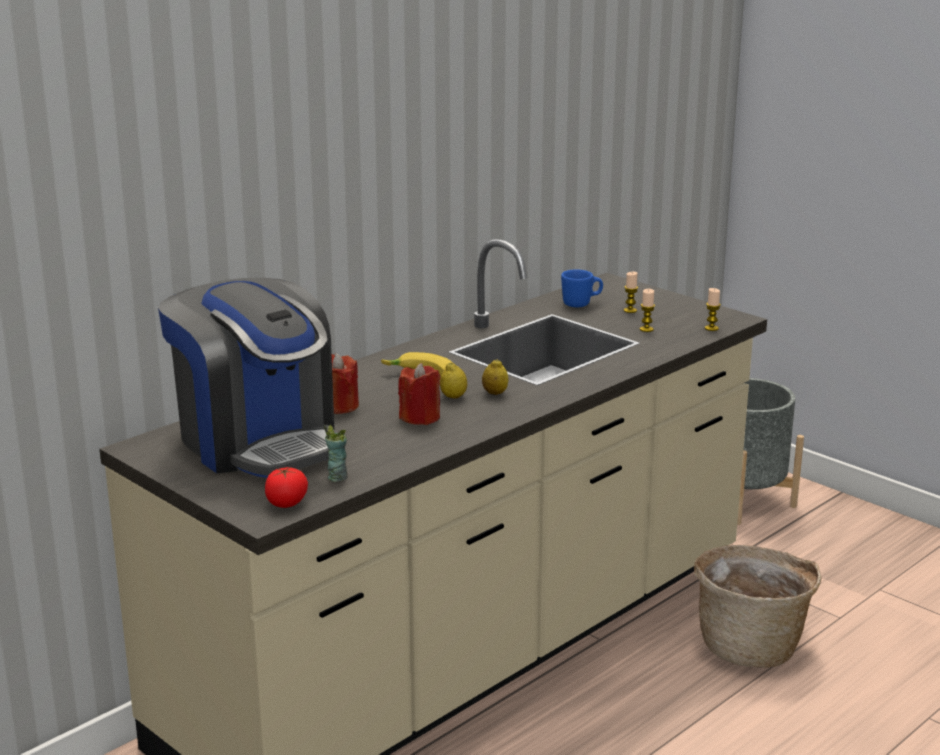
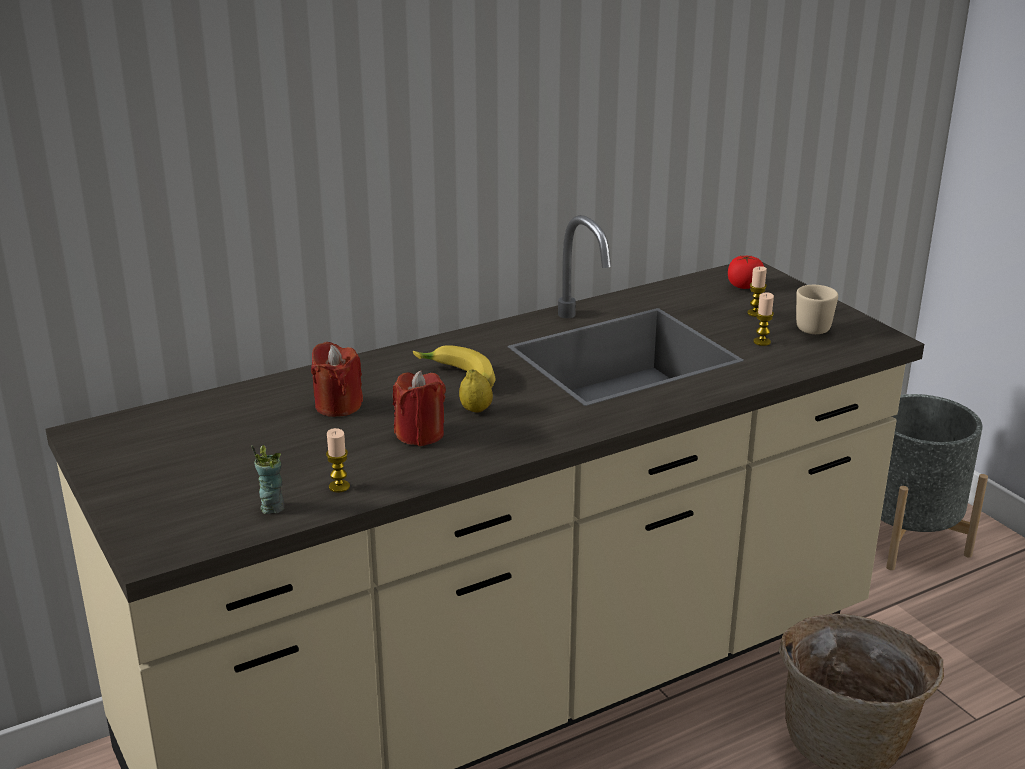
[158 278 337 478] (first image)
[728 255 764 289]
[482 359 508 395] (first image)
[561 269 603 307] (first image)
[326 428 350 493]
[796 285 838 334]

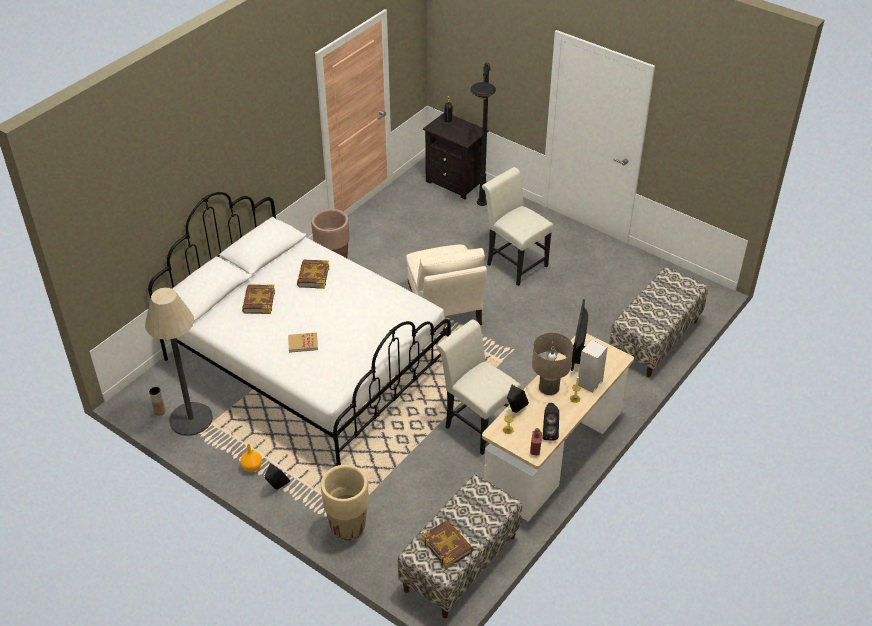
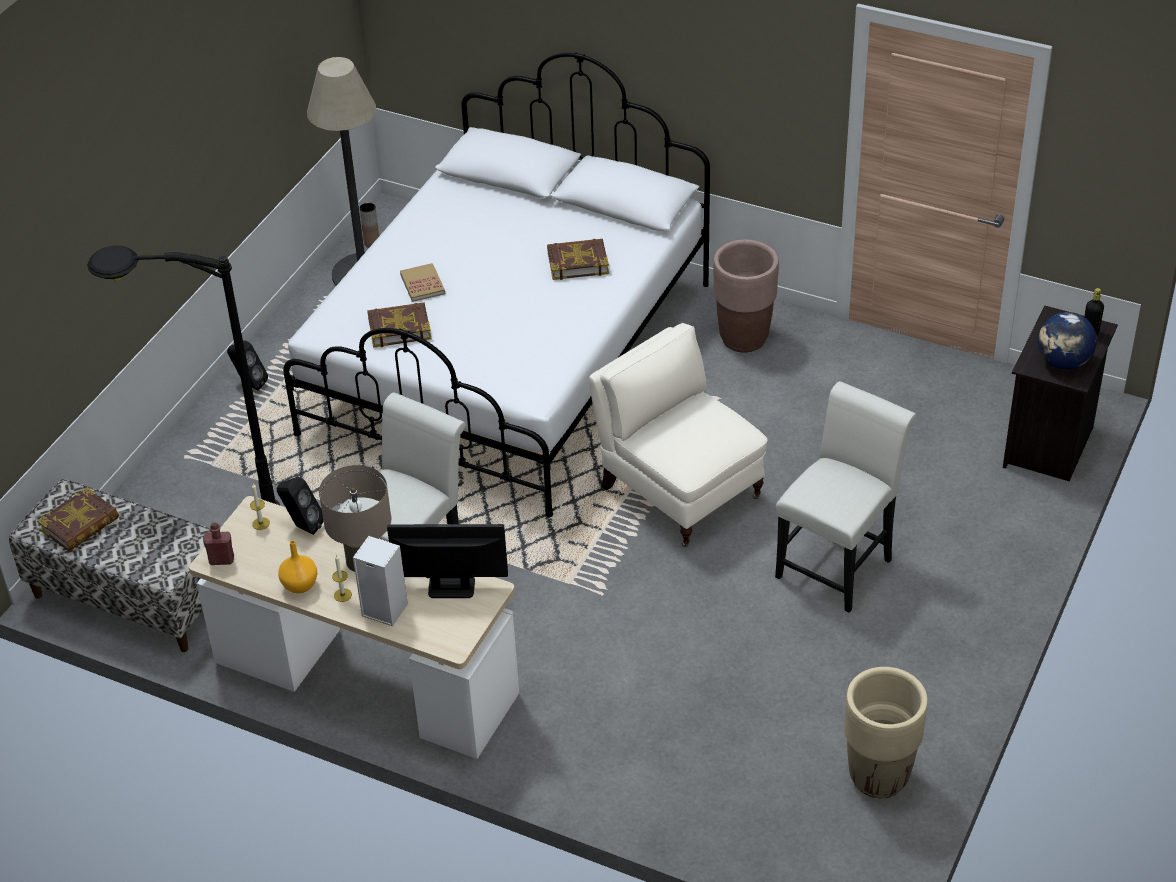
[278 540 317 594]
[367 302 432 348]
[844 667 928 798]
[589 323 768 547]
[87 246 281 506]
[543 403 559 441] (first image)
[609 267 708 377] (first image)
[1038 312 1097 370]

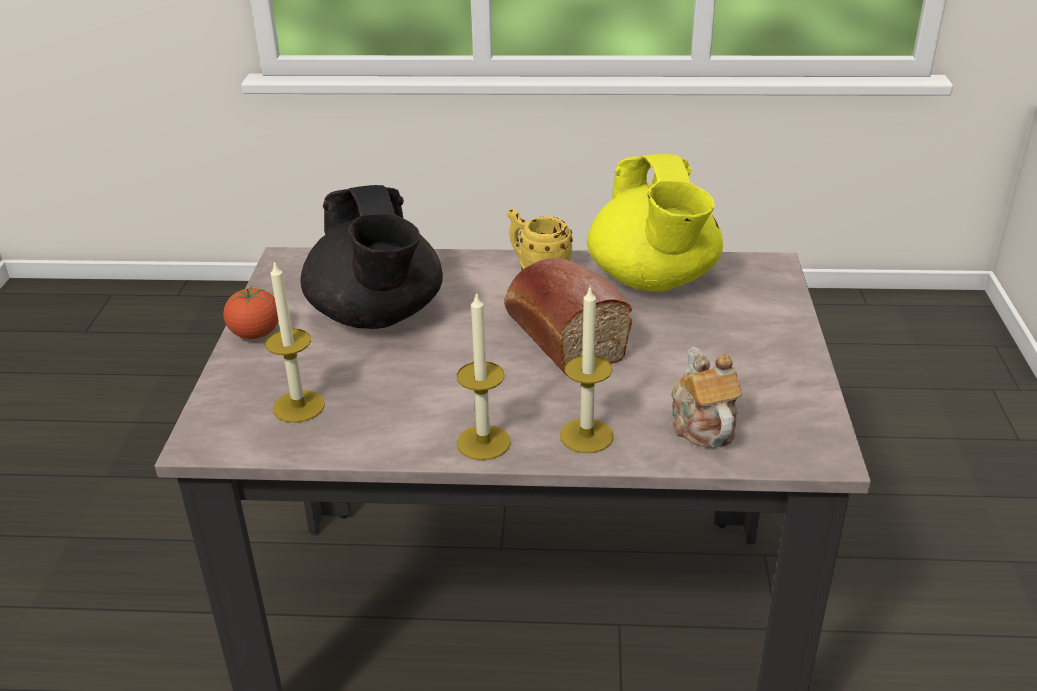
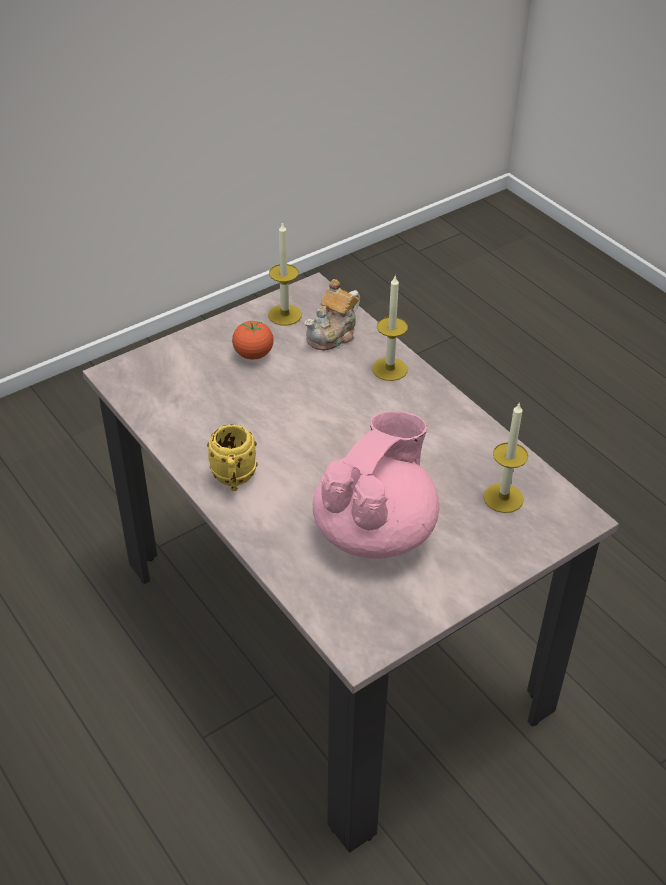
[232 320 273 360]
[313 411 439 559]
[268 222 302 325]
[504 258 632 375] (first image)
[587 154 723 292] (first image)

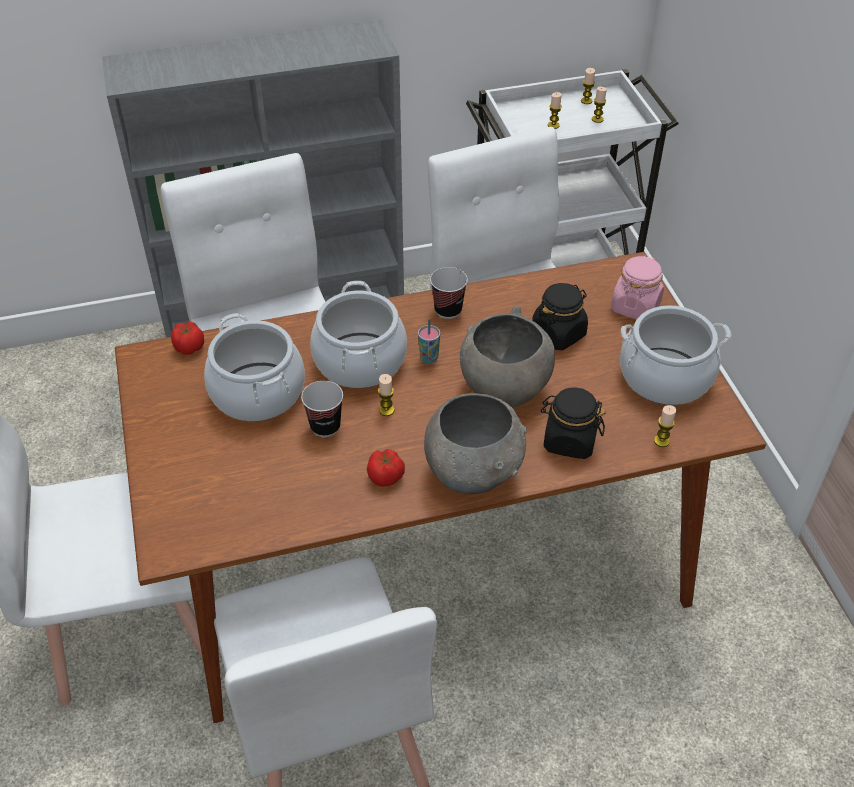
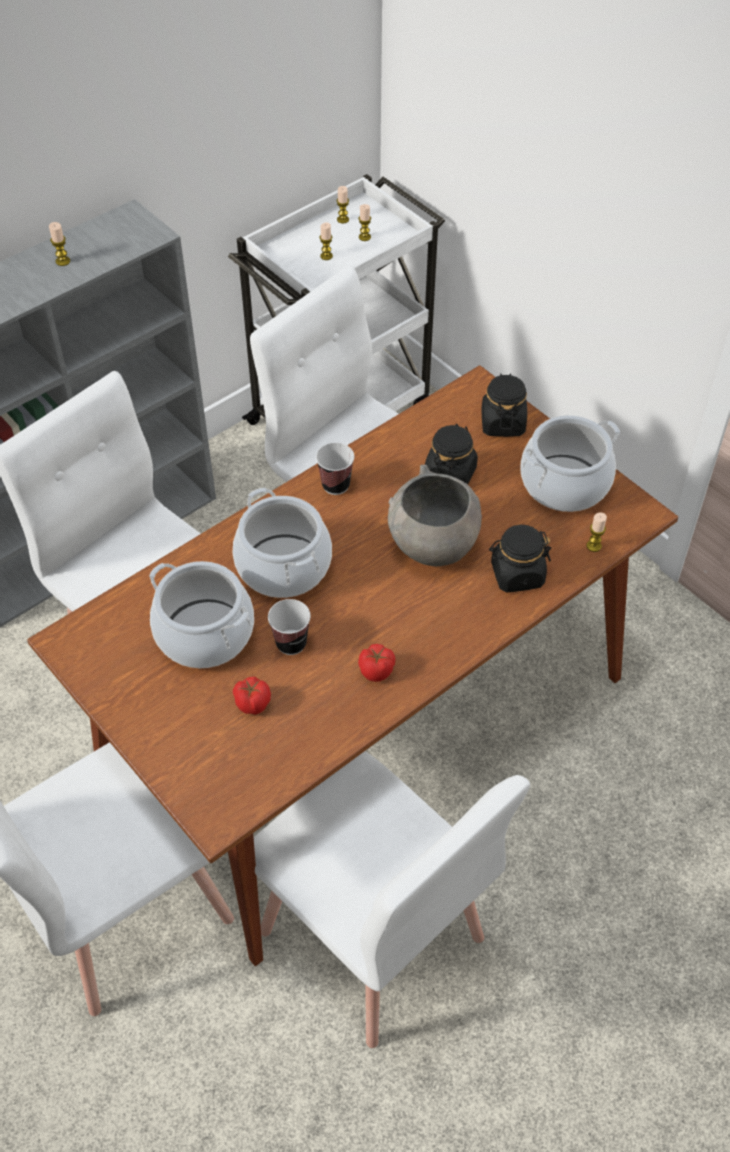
[233 677 271 715]
[49 222 70 266]
[418 319 440 364] (first image)
[424 393 527 494] (first image)
[481 373 527 437]

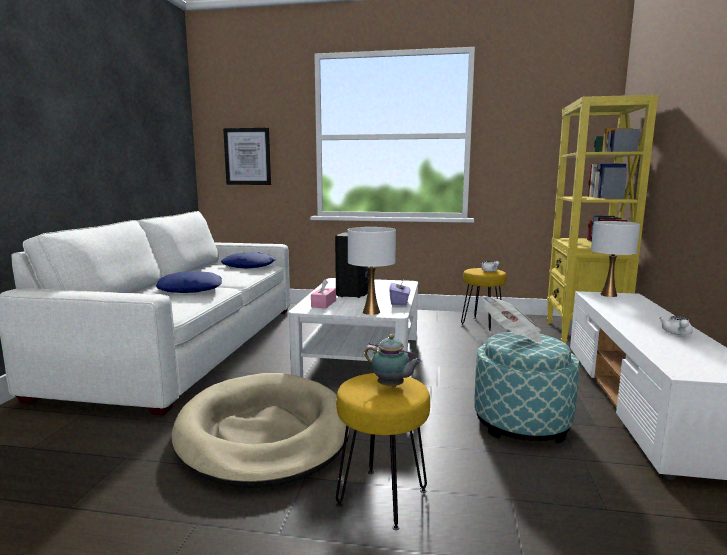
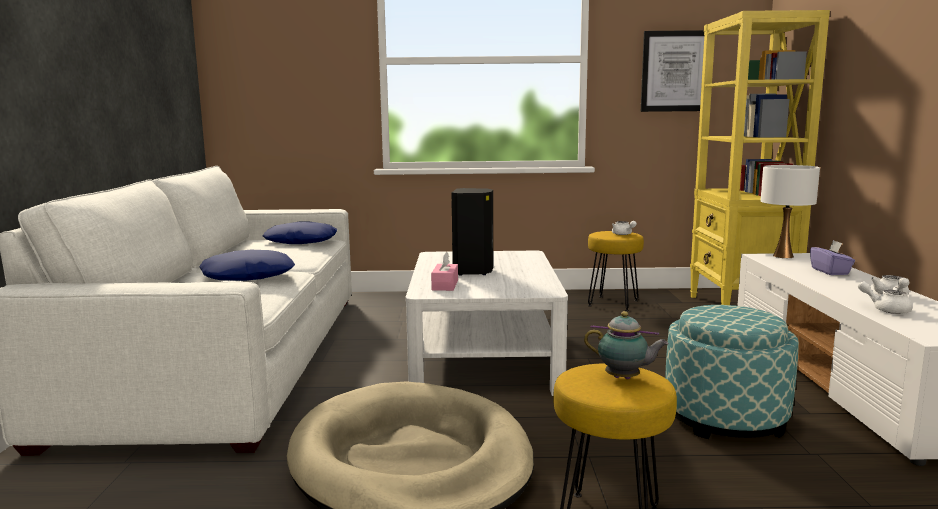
[641 30 704 112]
[348 227 396 315] (first image)
[810 240 855 275]
[482 296 542 344] (first image)
[858 281 912 314]

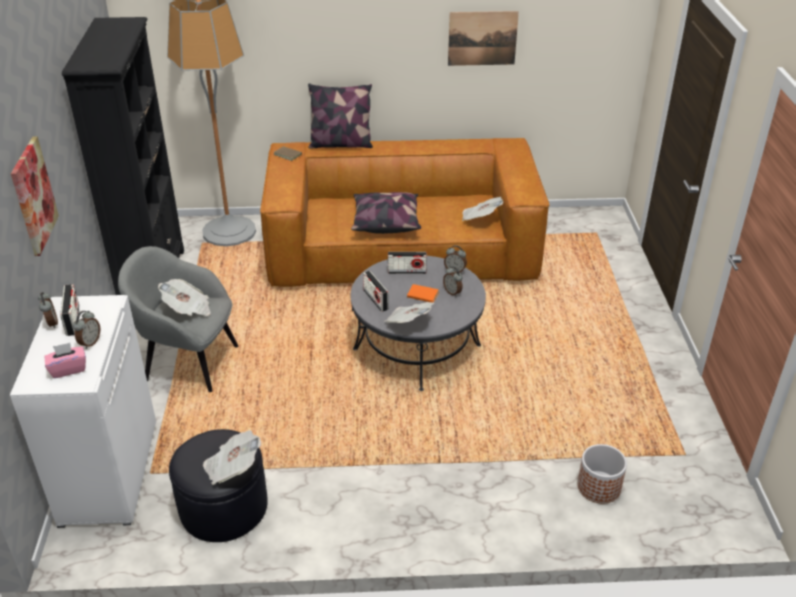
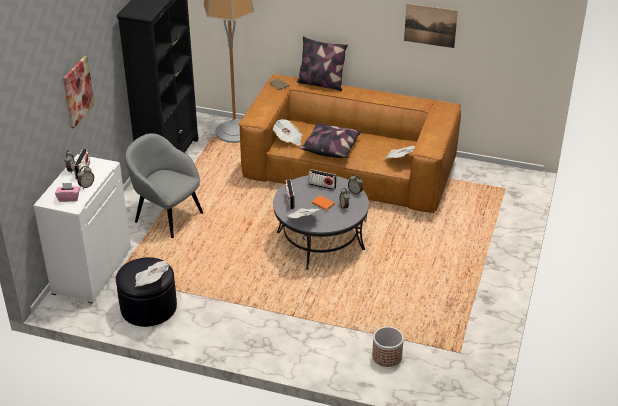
[273 119 302 146]

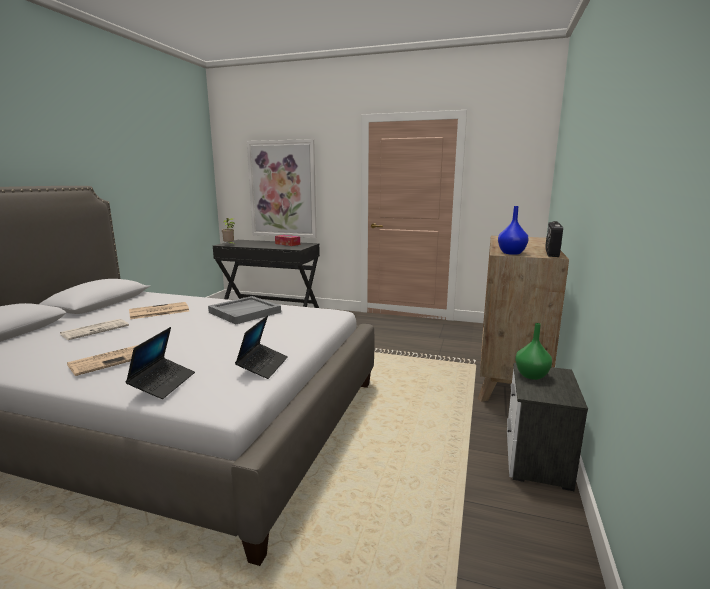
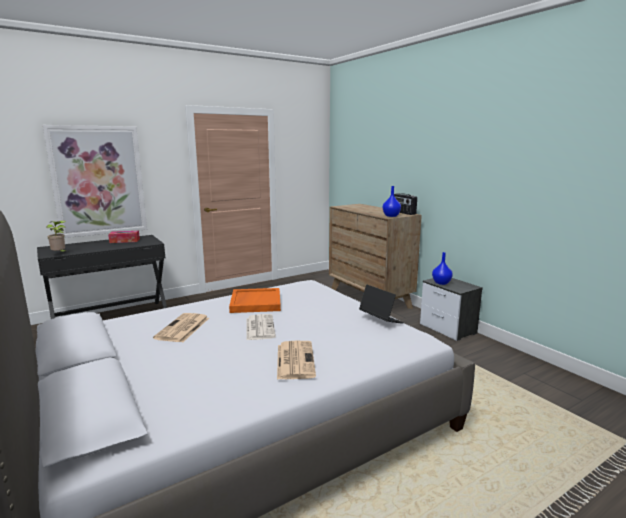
[246 314 276 340]
[125 327 195 399] (first image)
[229 288 281 313]
[432 252 453 285]

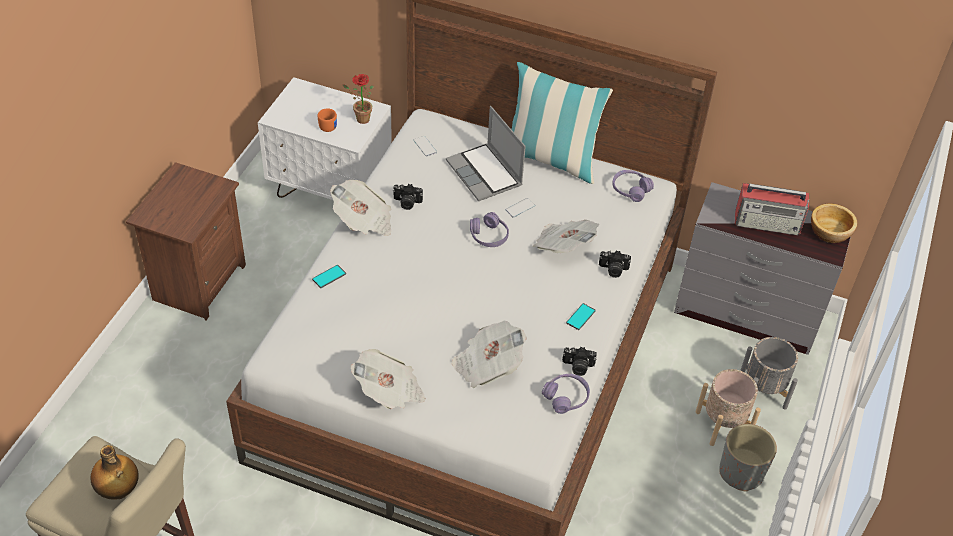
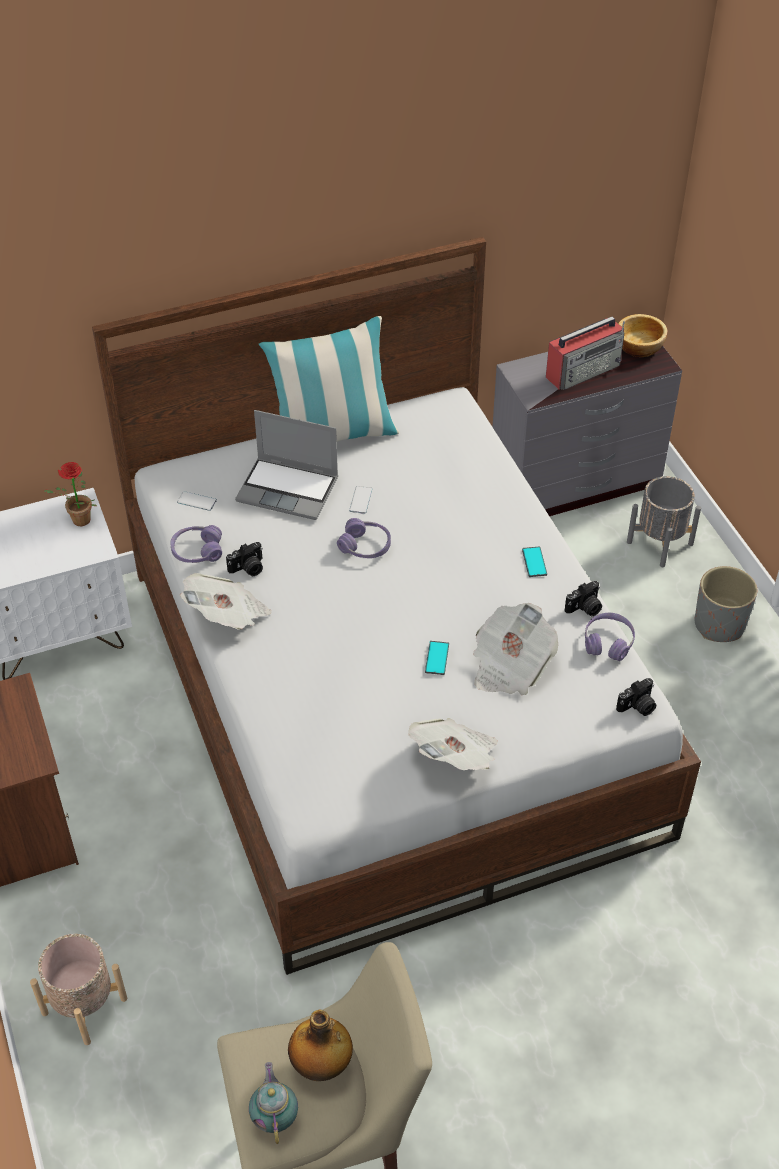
[425 641 449 675]
[318 108 337 132] (first image)
[533 220 599 253] (first image)
[616 678 656 716]
[171 525 222 563]
[30 934 127 1045]
[249 1062 298 1144]

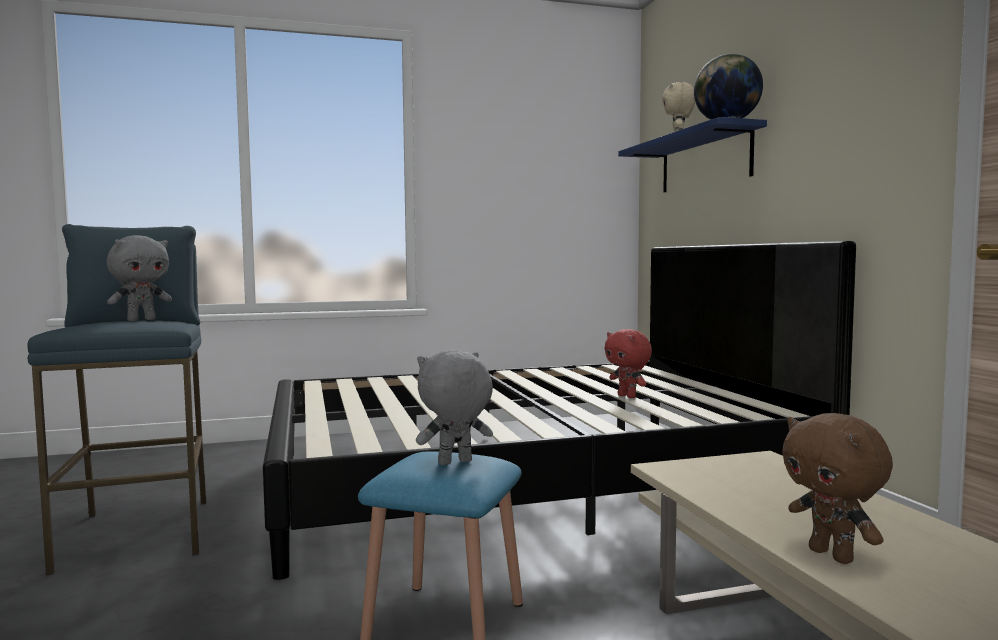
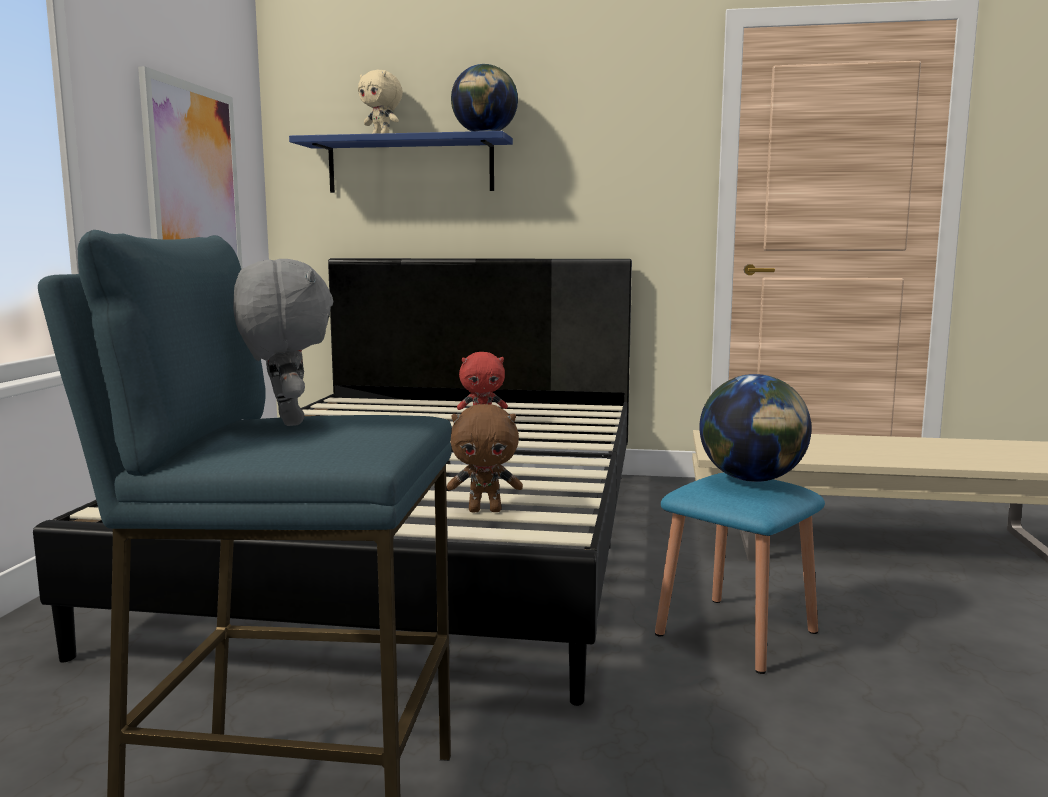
[699 374 811 482]
[447 404 523 512]
[138 66 243 270]

